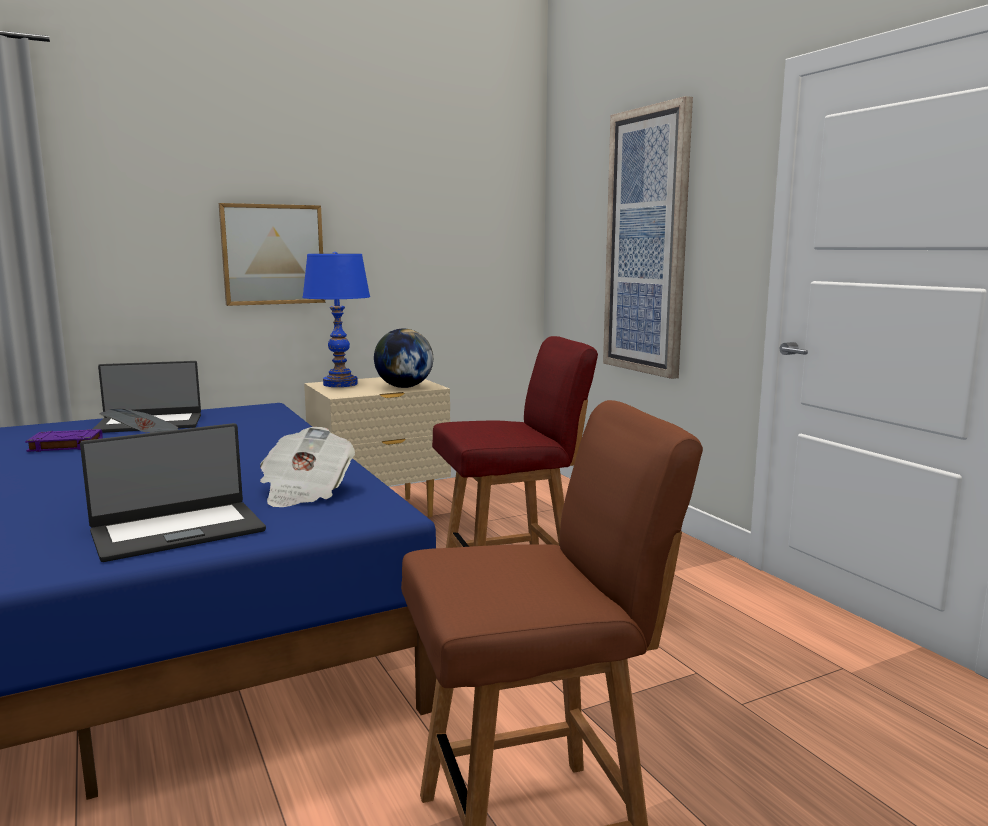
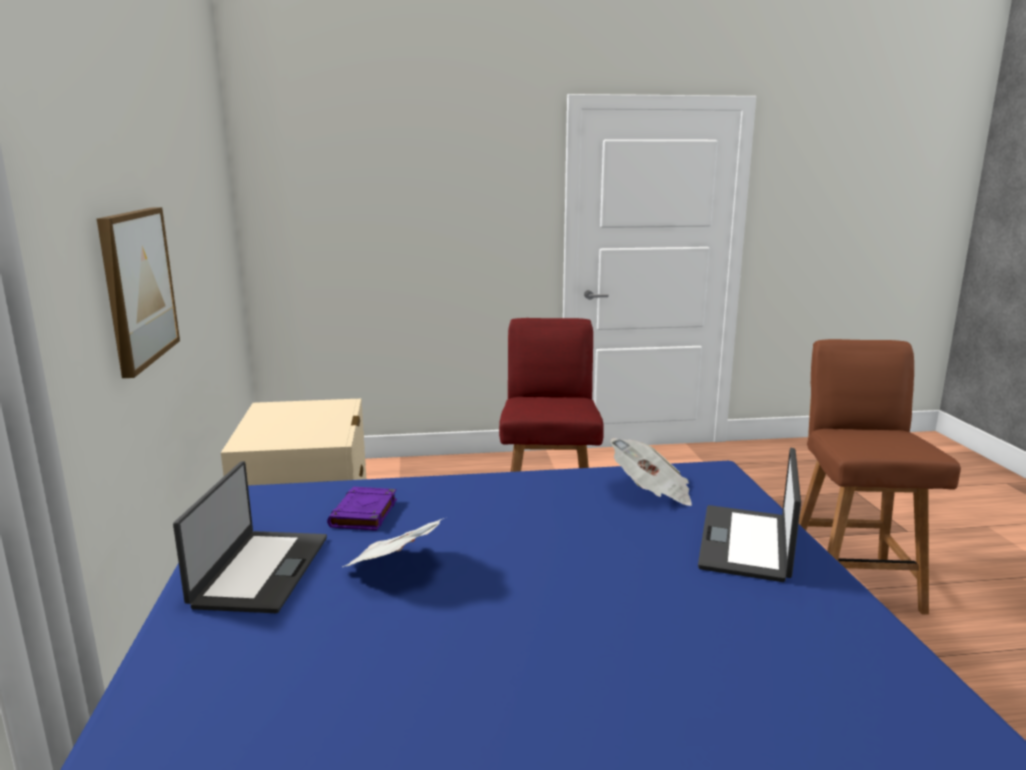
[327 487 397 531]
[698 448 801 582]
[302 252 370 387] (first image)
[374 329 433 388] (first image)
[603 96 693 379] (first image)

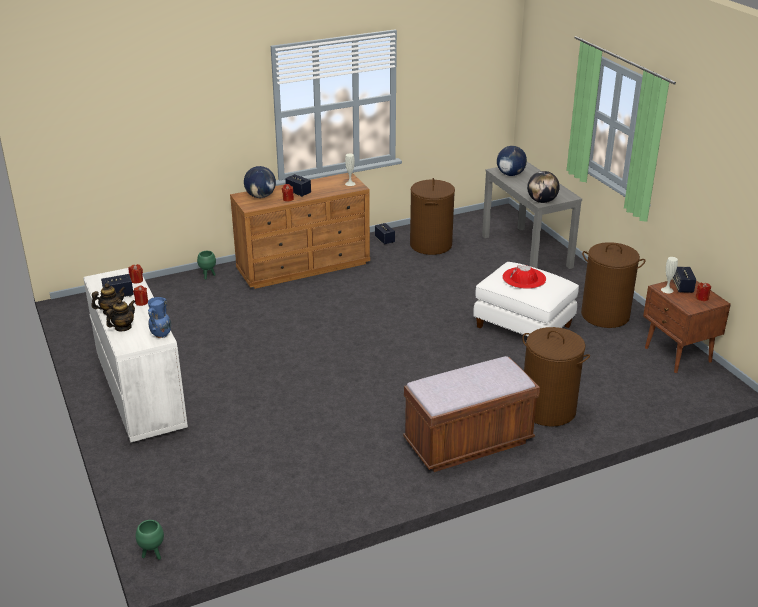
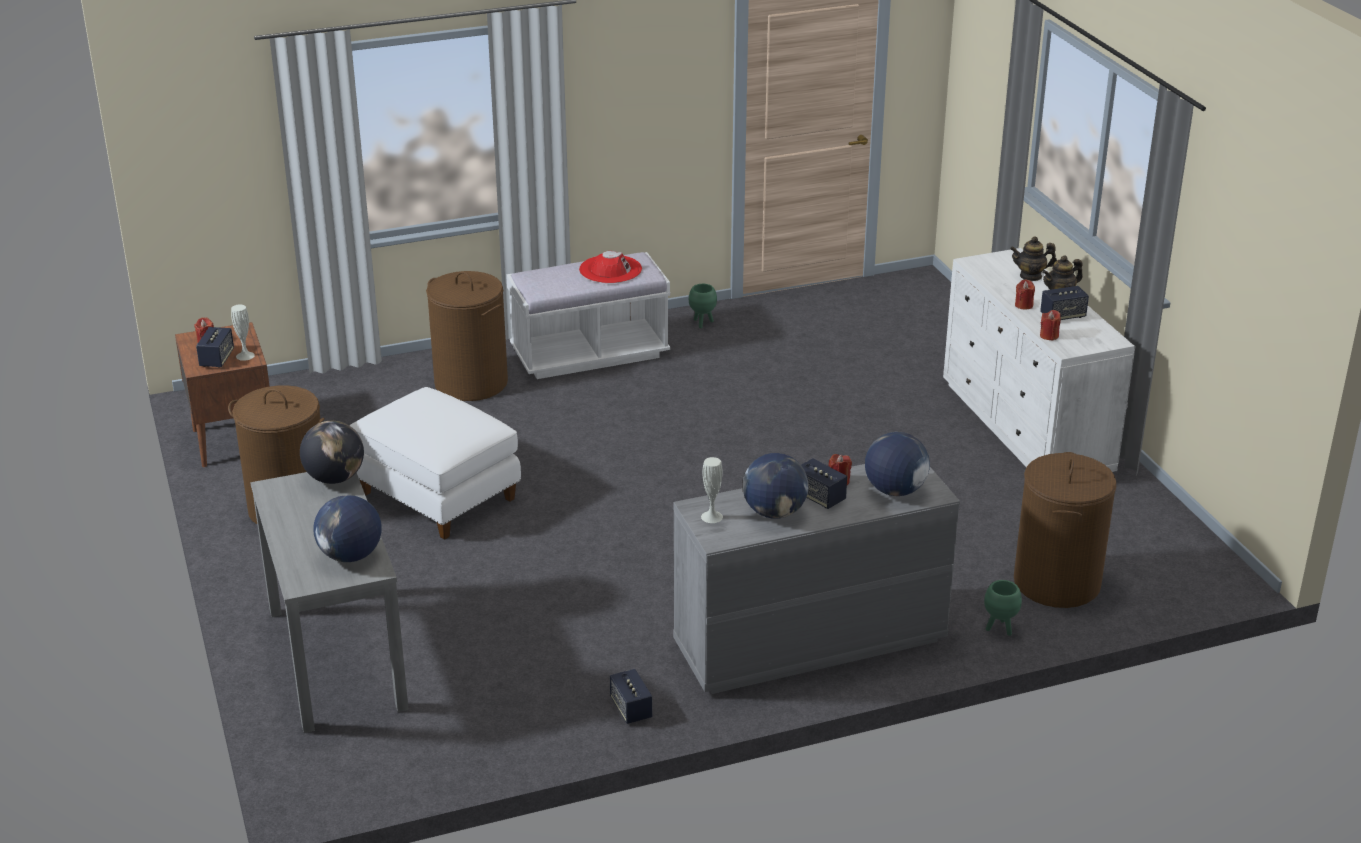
[1010 236 1057 281]
[689 284 717 328]
[148 297 171 338] (first image)
[673 464 960 694]
[506 252 670 379]
[1014 452 1116 608]
[579 251 642 283]
[743 453 808 519]

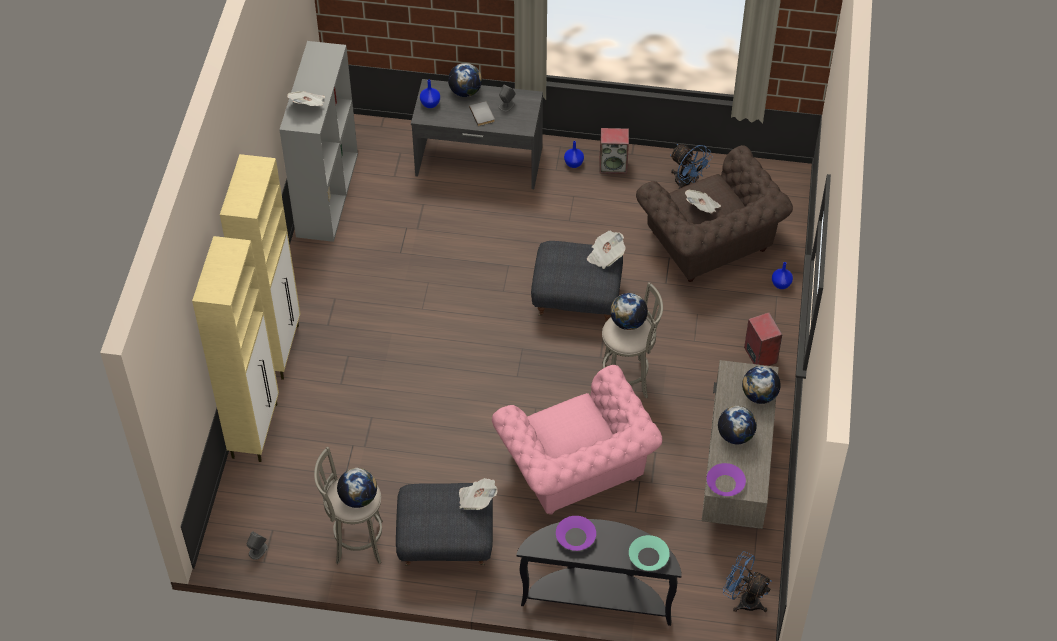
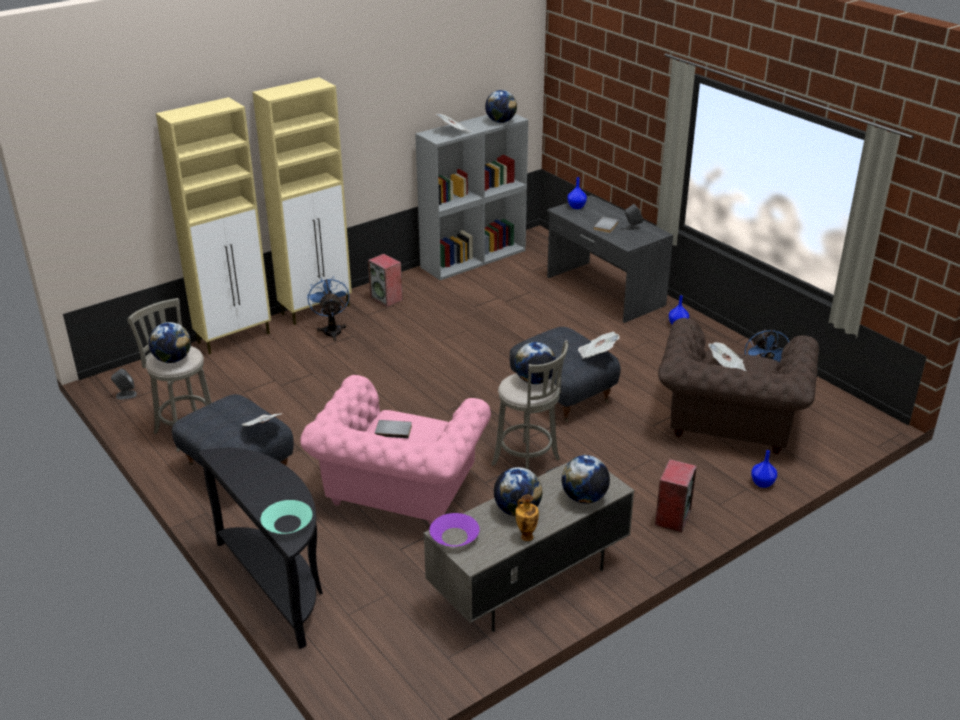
[485 90 517 123]
[556 516 596 551] (first image)
[368 254 403 307]
[307 276 349 341]
[375 420 412 438]
[515 494 539 541]

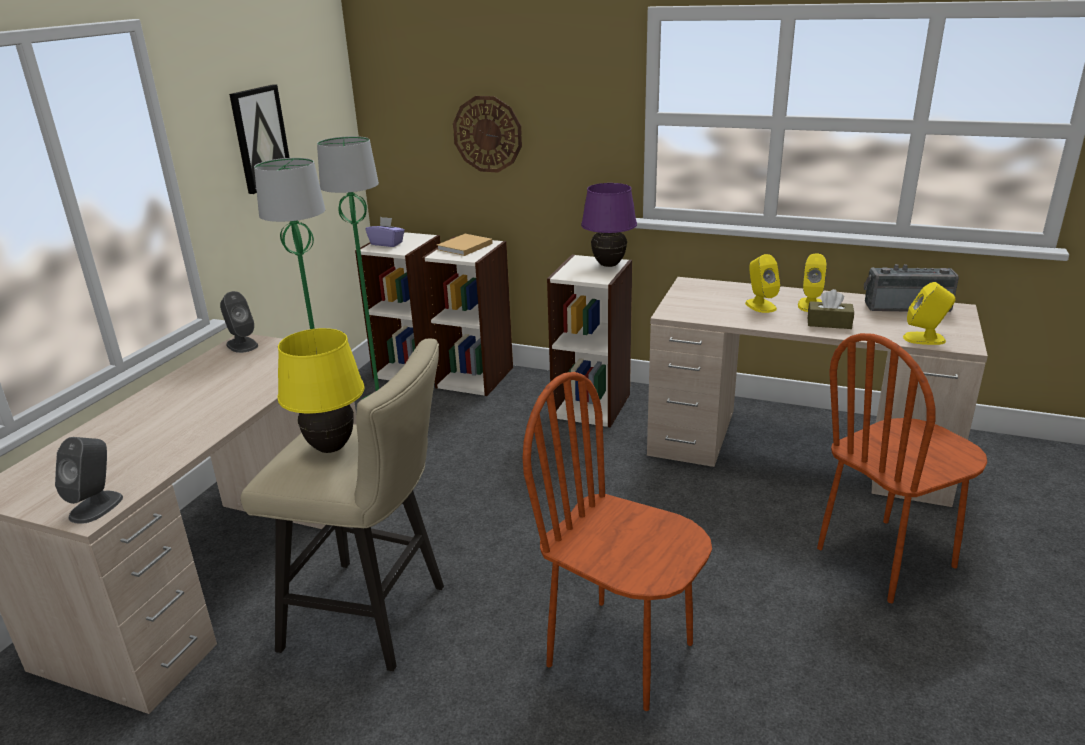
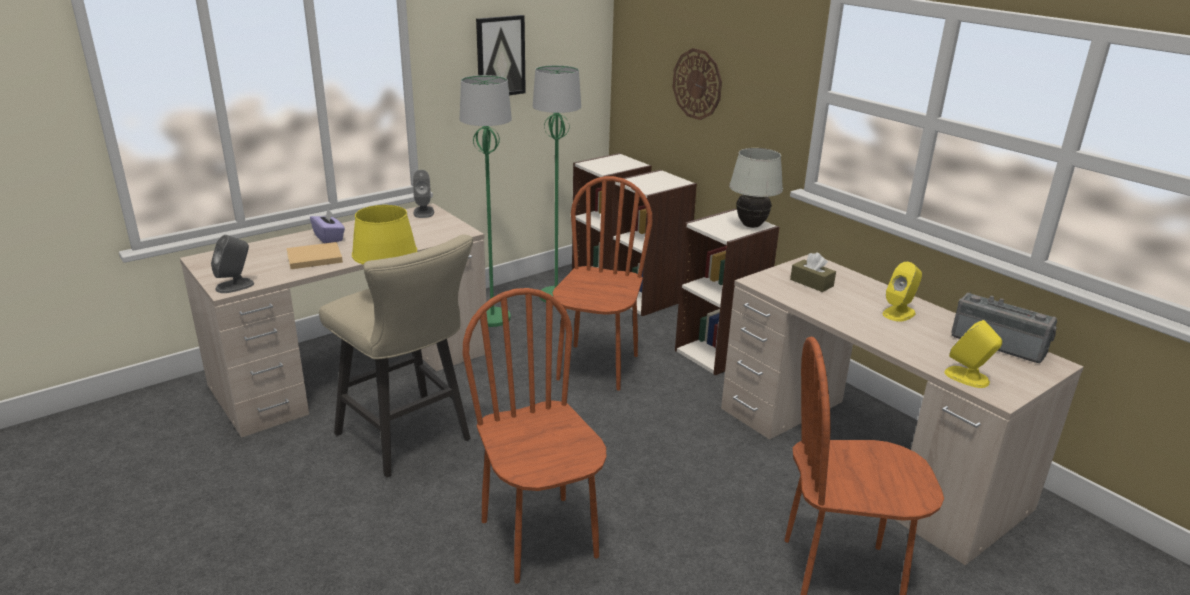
[310 209 345 243]
[286 242 343 269]
[729 148 783 228]
[745 254 780 313] (first image)
[790 252 836 292]
[553 176 652 391]

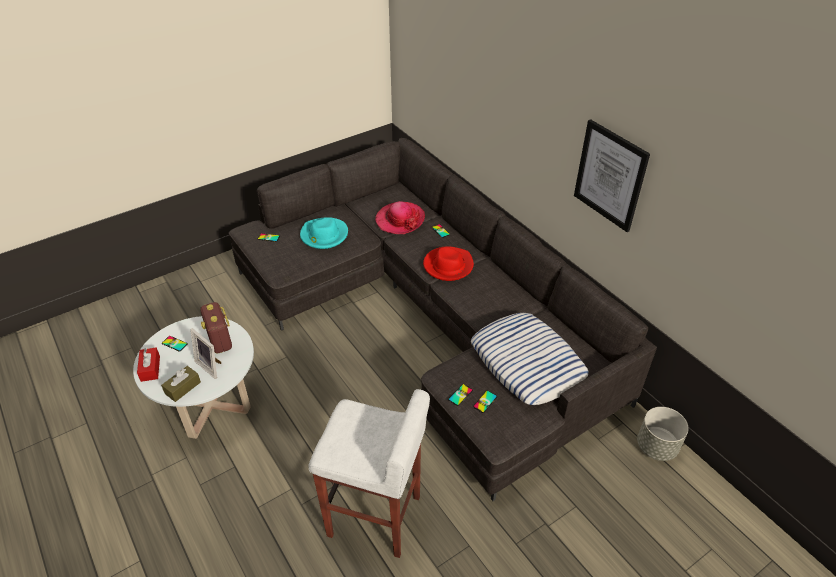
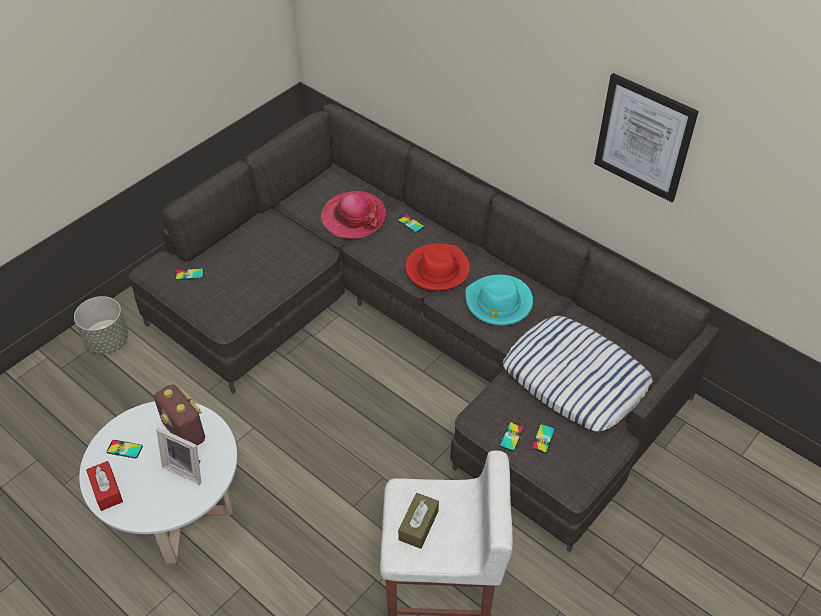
[398 493 439 549]
[465 275 533 325]
[74 296 129 354]

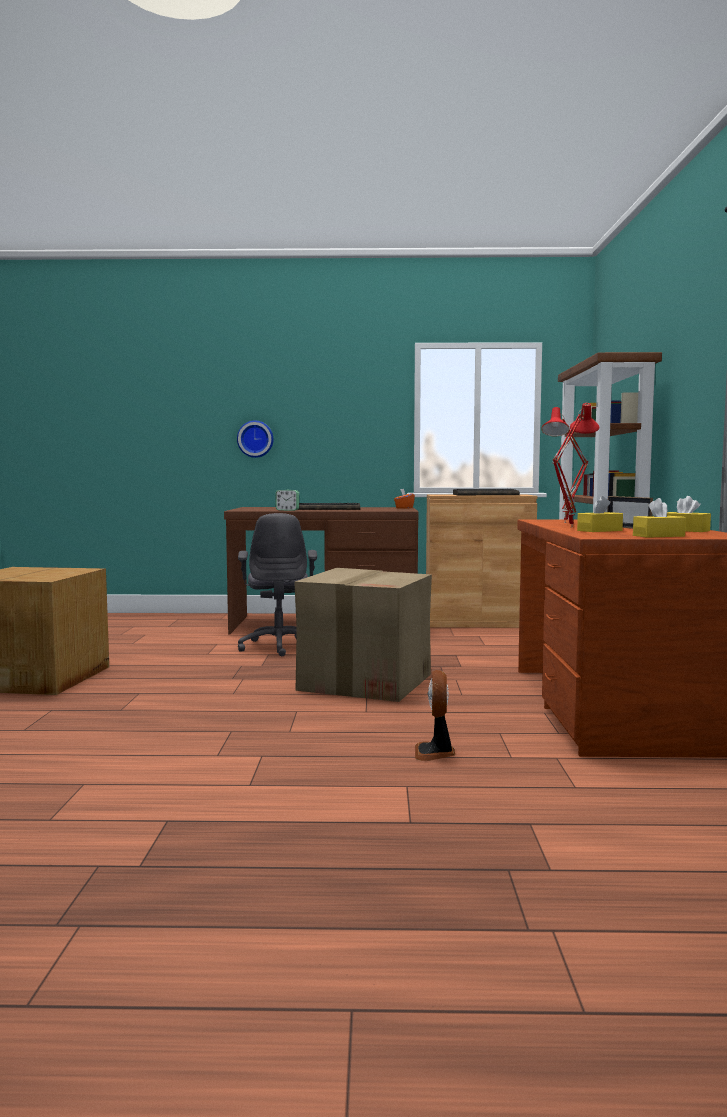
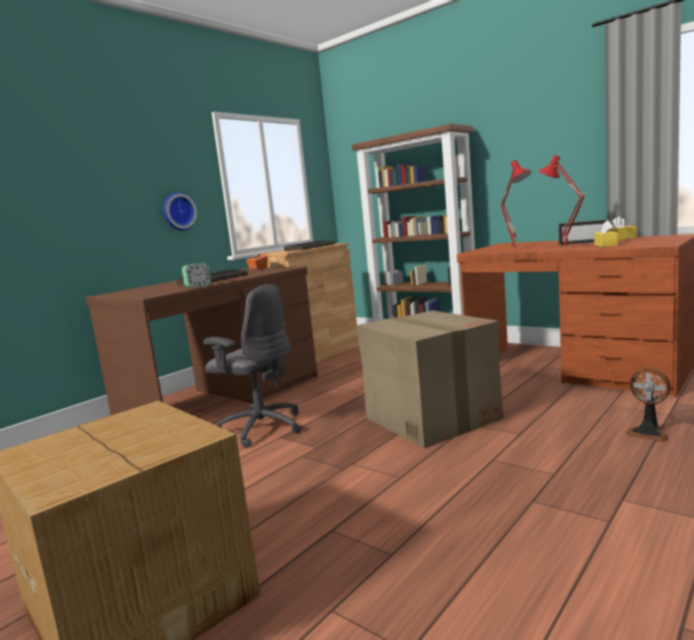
[163 192 197 231]
[633 498 686 538] (first image)

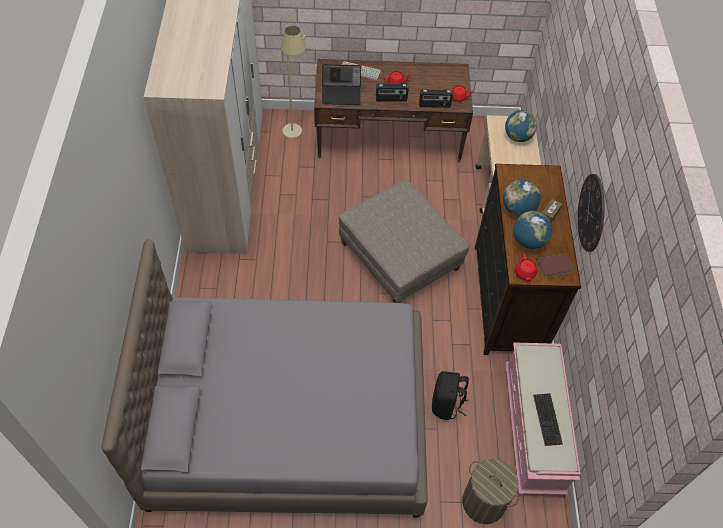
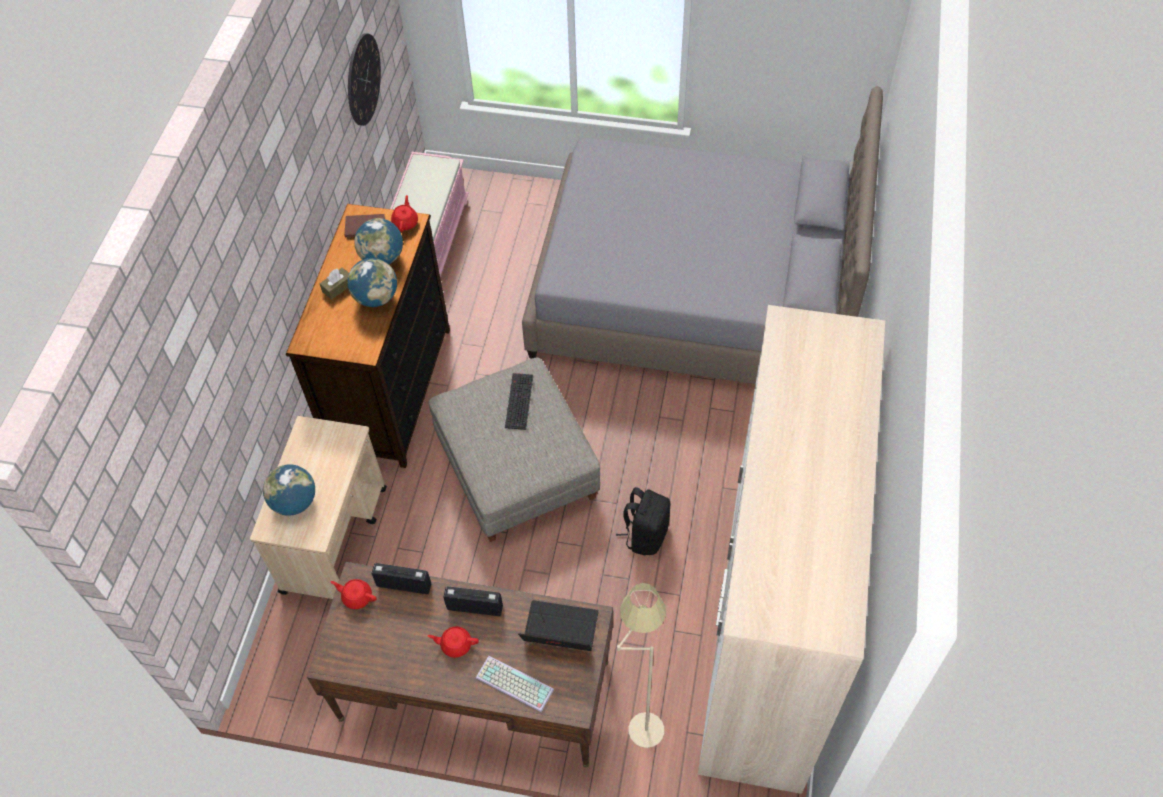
[616 487 670 555]
[462 459 519 524] (first image)
[505 373 534 430]
[348 33 381 126]

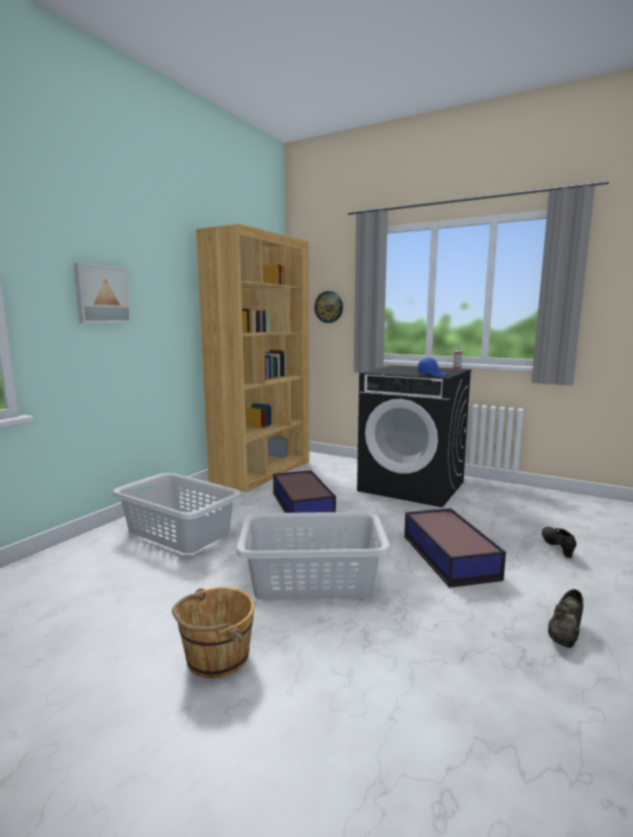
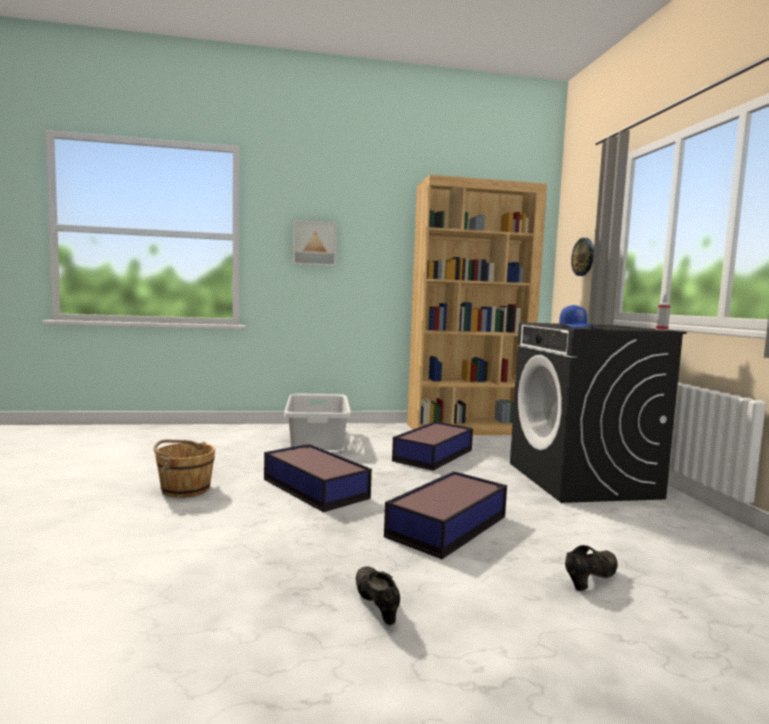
[264 444 372 512]
[356 566 400 625]

